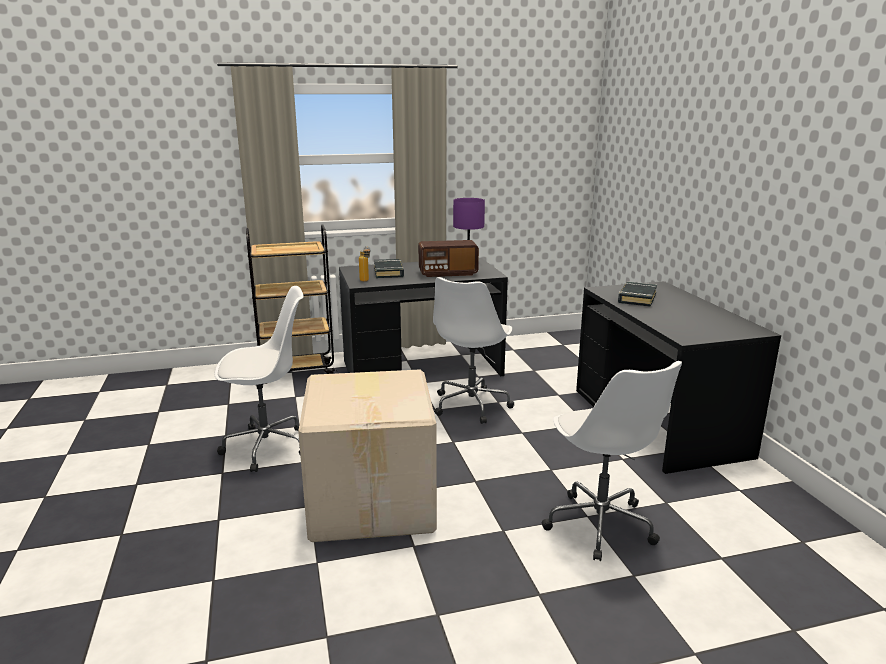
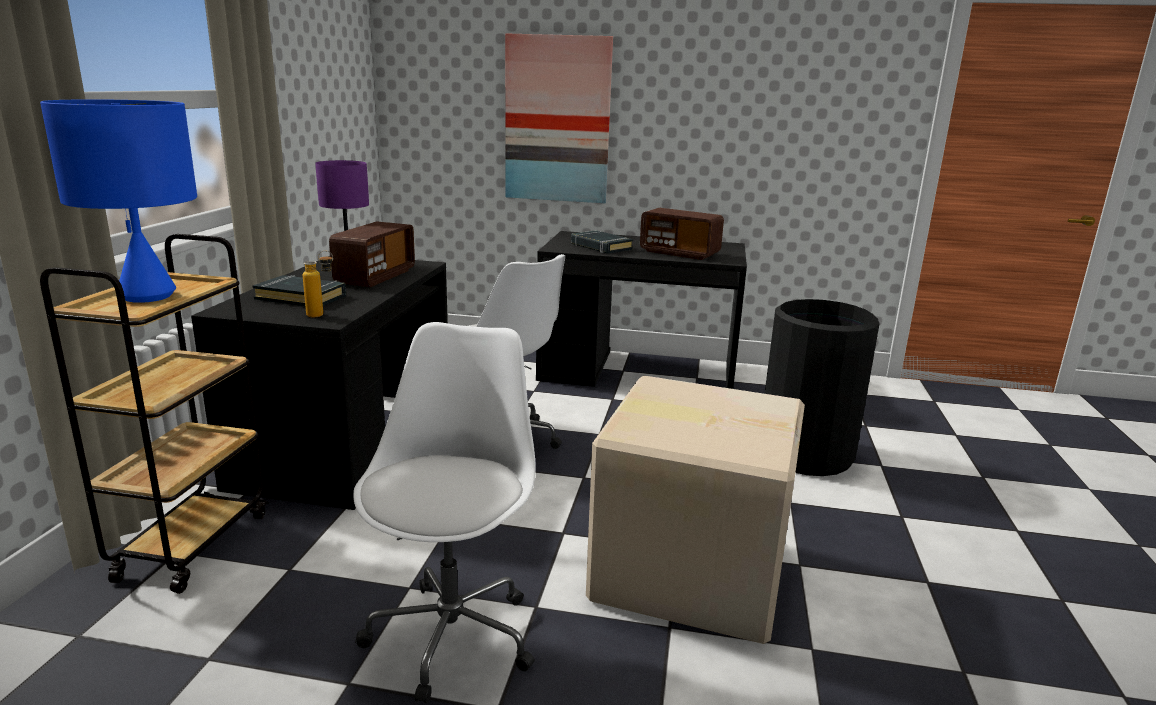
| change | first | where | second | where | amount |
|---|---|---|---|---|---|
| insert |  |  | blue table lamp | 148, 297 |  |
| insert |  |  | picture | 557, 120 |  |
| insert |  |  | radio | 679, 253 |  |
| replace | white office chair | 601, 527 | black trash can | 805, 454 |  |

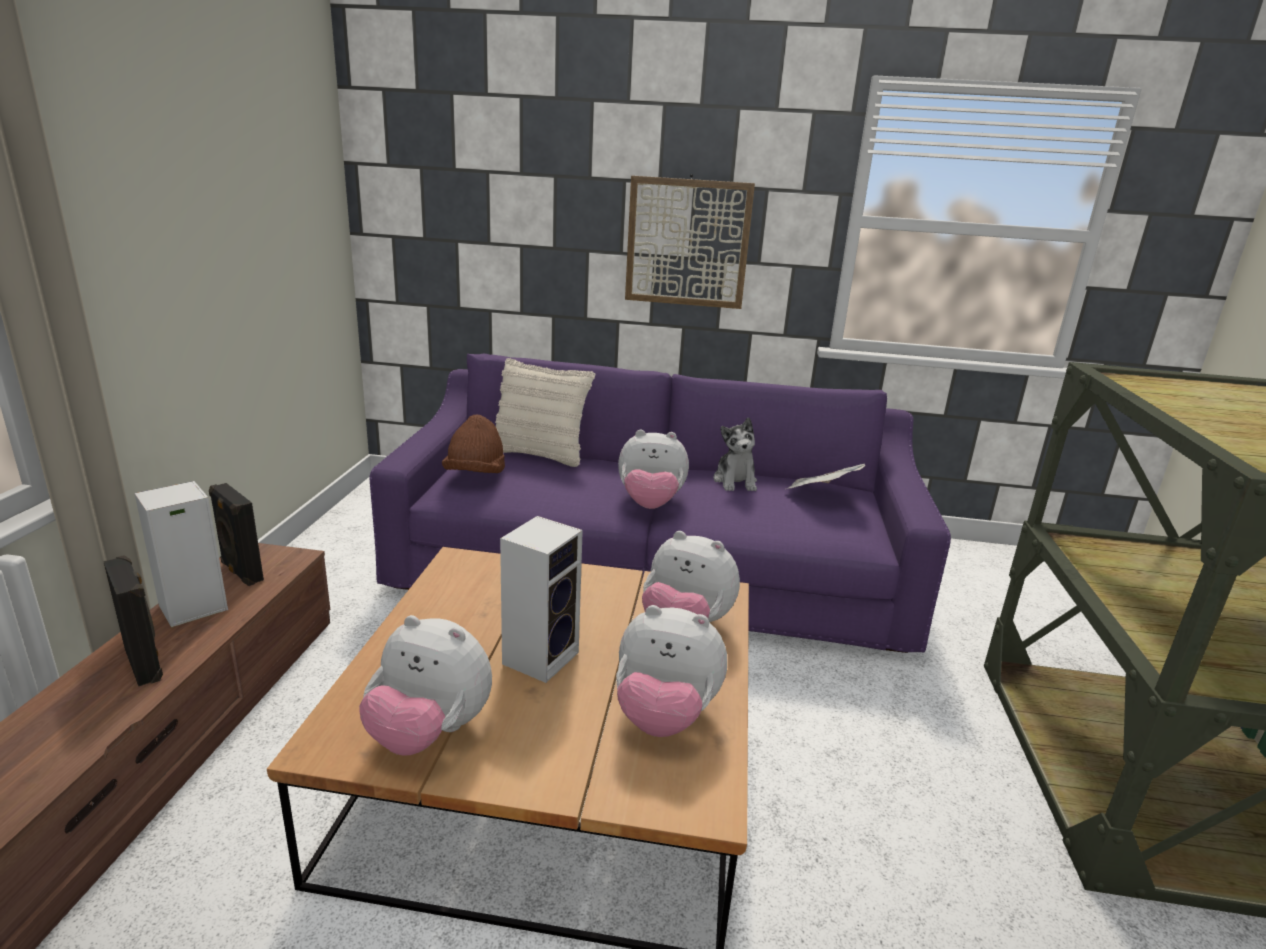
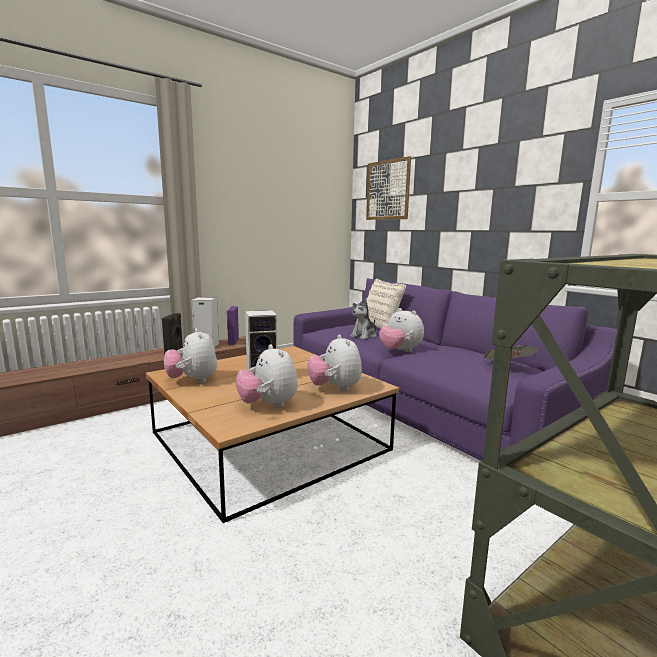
| change | first | where | second | where | amount |
|---|---|---|---|---|---|
| recolor | black speaker | 240, 572 | purple speaker | 233, 342 |  |
| move | plush toy | 735, 481 |  | 364, 336 |  |
| move | picture | 687, 241 |  | 388, 189 |  |
| delete | brown hat | 475, 475 |  |  |  |

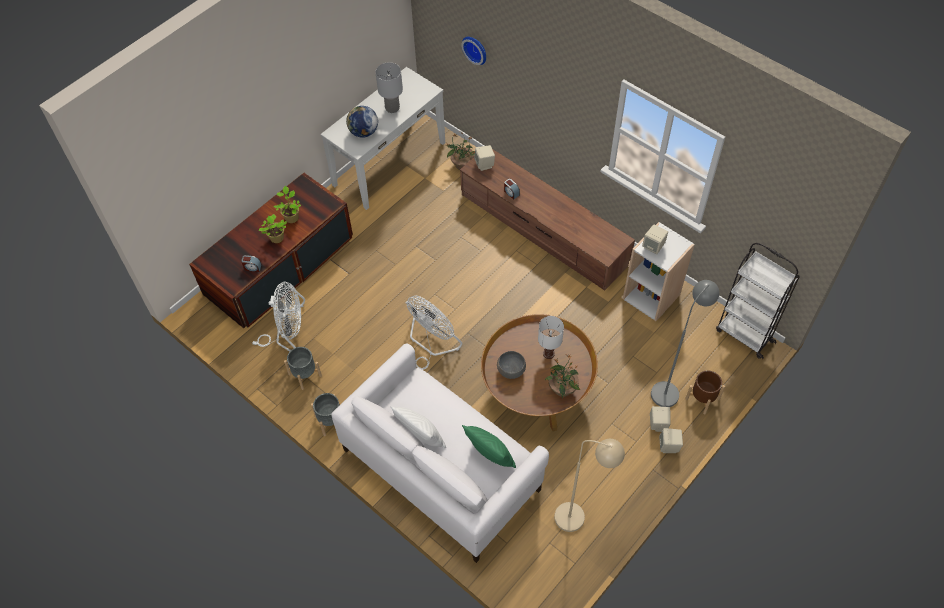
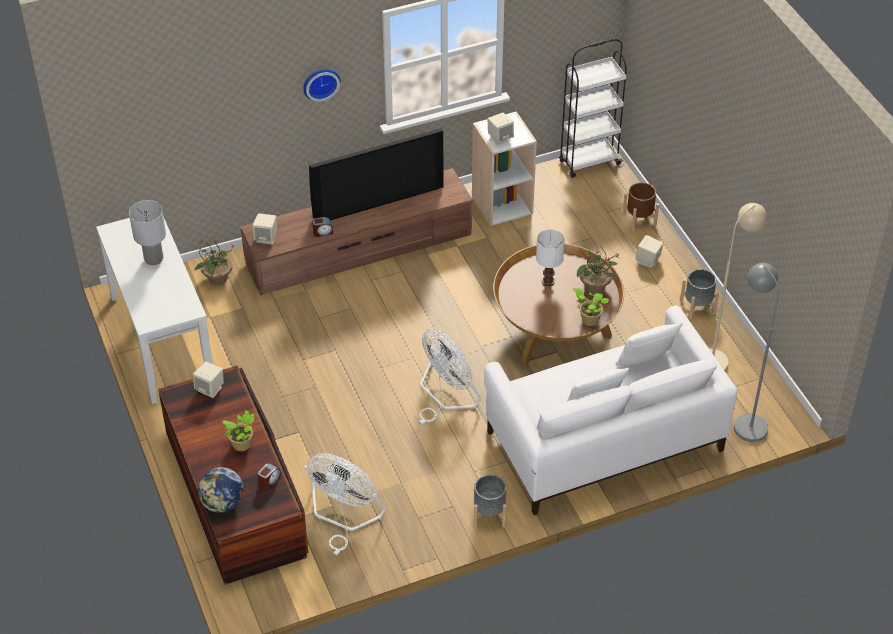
| change | first | where | second | where | amount |
|---|---|---|---|---|---|
| move | beige speaker | 669, 446 |  | 210, 389 |  |
| move | globe | 363, 132 |  | 222, 503 |  |
| move | wall clock | 476, 49 |  | 320, 82 |  |
| insert |  |  | television | 377, 200 |  |
| rotate | white fan | 429, 342 |  | 442, 394 | 75 degrees clockwise |
| move | potted plant | 291, 217 |  | 588, 320 |  |
| recolor | green pillow | 490, 456 | white pillow | 645, 362 |  |
| move | grey planter | 305, 375 |  | 697, 307 |  |
| move | grey floor lamp | 669, 389 |  | 745, 421 |  |
| delete | grey bowl | 511, 370 |  |  |  |

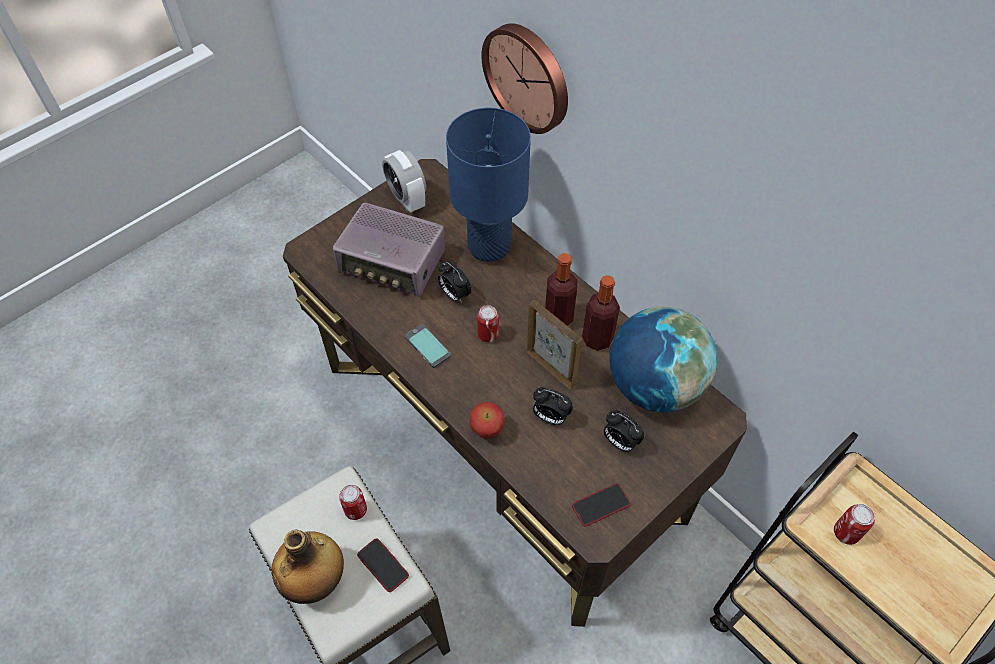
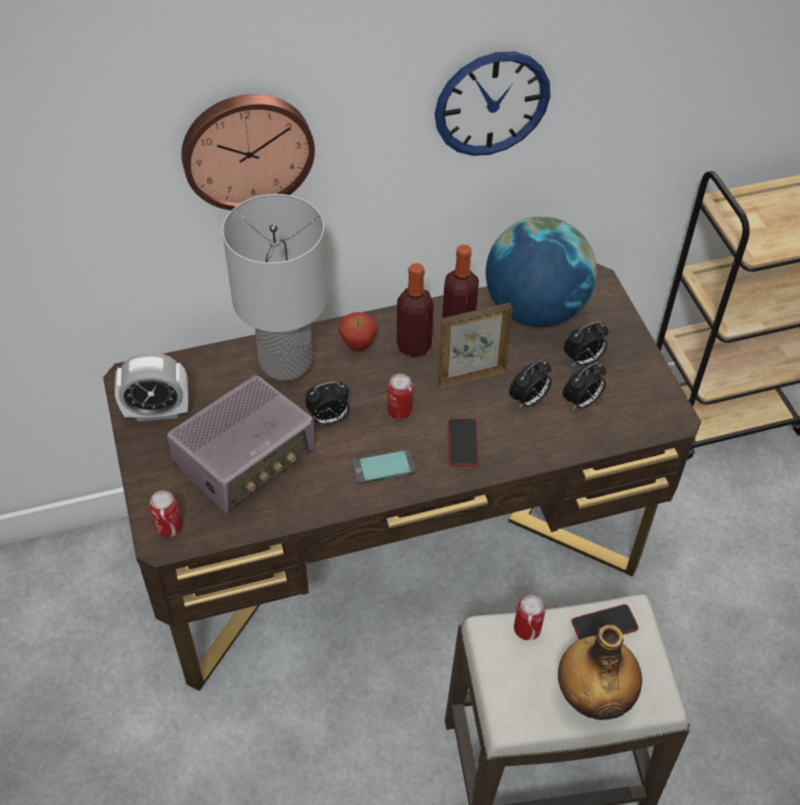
| change | first | where | second | where | amount |
|---|---|---|---|---|---|
| move | can | 846, 532 |  | 169, 527 |  |
| recolor | blue table lamp | 490, 249 | grey table lamp | 286, 365 |  |
| move | apple | 487, 431 |  | 358, 346 |  |
| insert |  |  | wall clock | 492, 103 |  |
| move | phone | 600, 505 |  | 462, 443 |  |
| insert |  |  | alarm clock | 581, 402 |  |

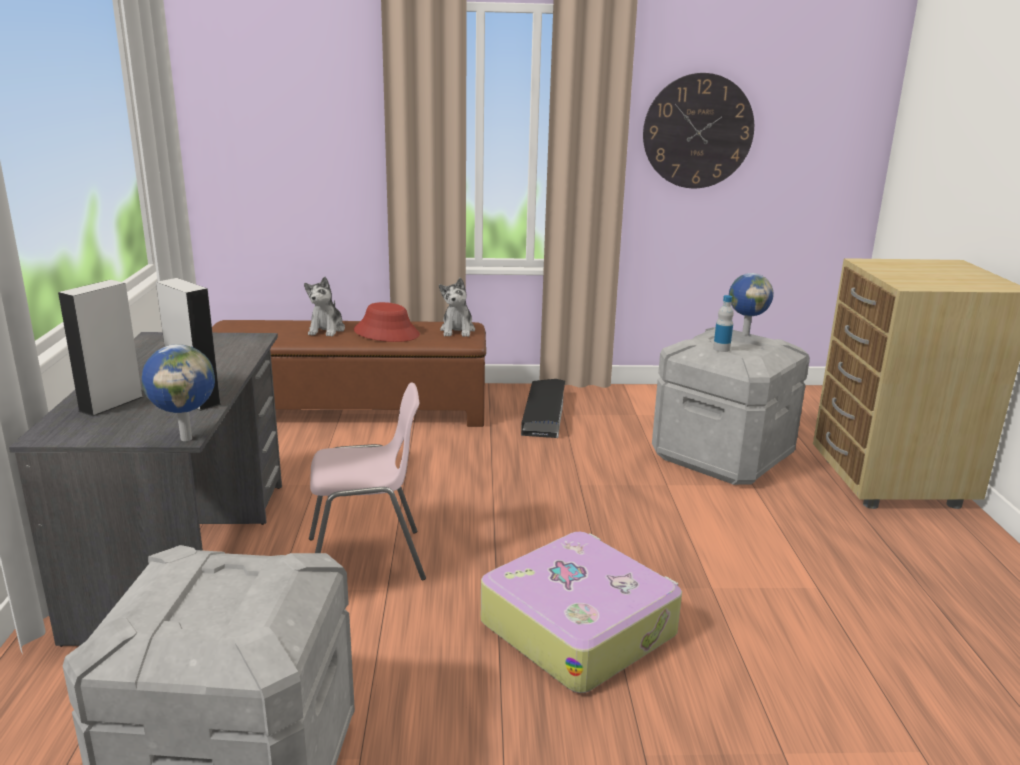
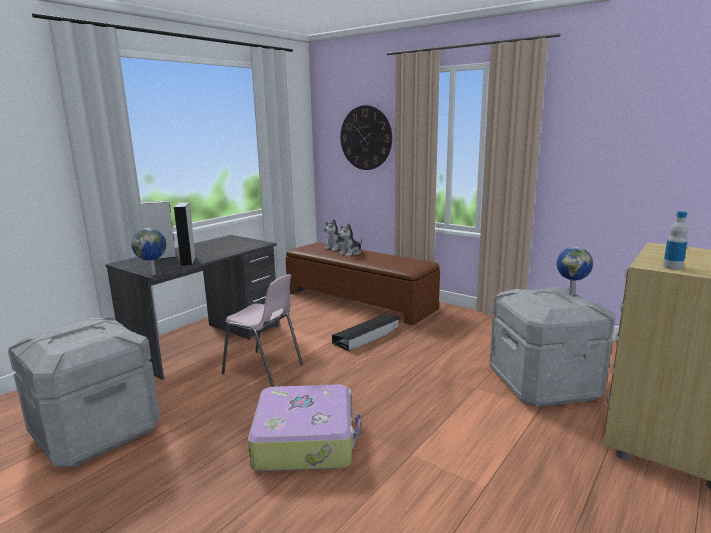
| change | first | where | second | where | amount |
|---|---|---|---|---|---|
| move | plush toy | 457, 330 |  | 335, 248 |  |
| move | black storage box | 544, 414 |  | 368, 336 |  |
| move | wall clock | 698, 131 |  | 366, 138 |  |
| move | bottle | 721, 349 |  | 672, 267 |  |
| delete | red hat | 386, 333 |  |  |  |

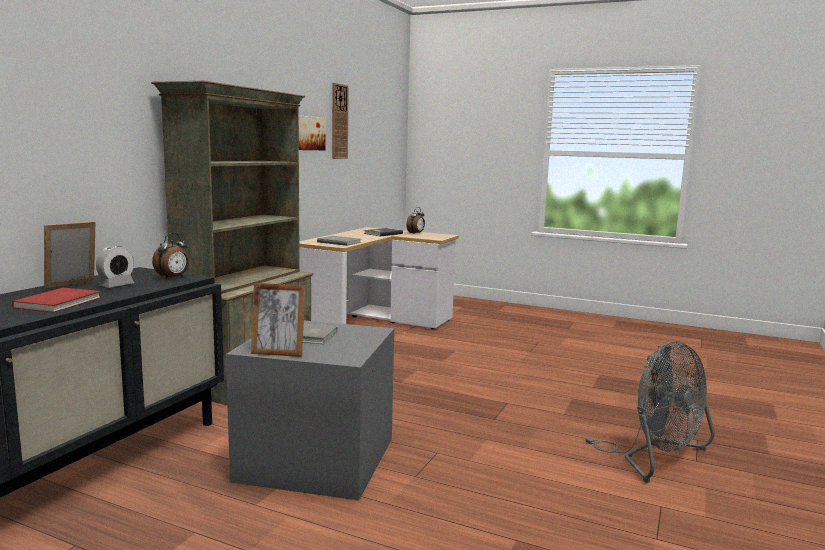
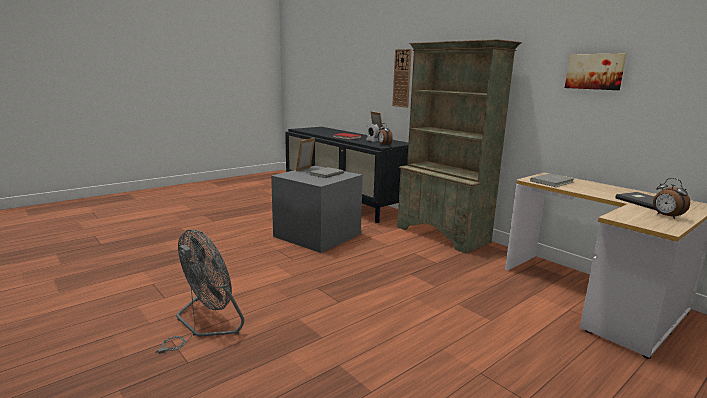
| change | first | where | second | where | amount |
|---|---|---|---|---|---|
| rotate | grey fan | 653, 457 |  | 200, 323 | 150 degrees clockwise |
| move | wall clock | 339, 121 |  | 402, 78 |  |

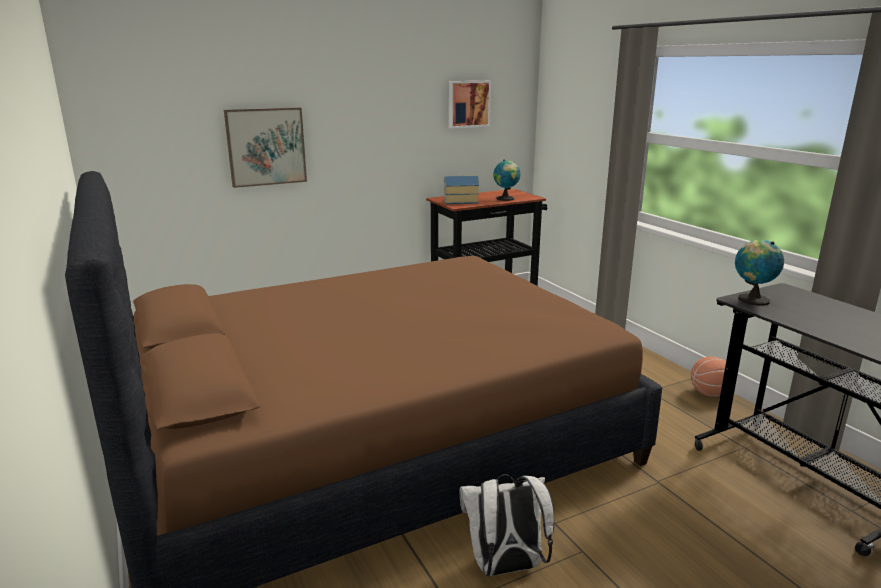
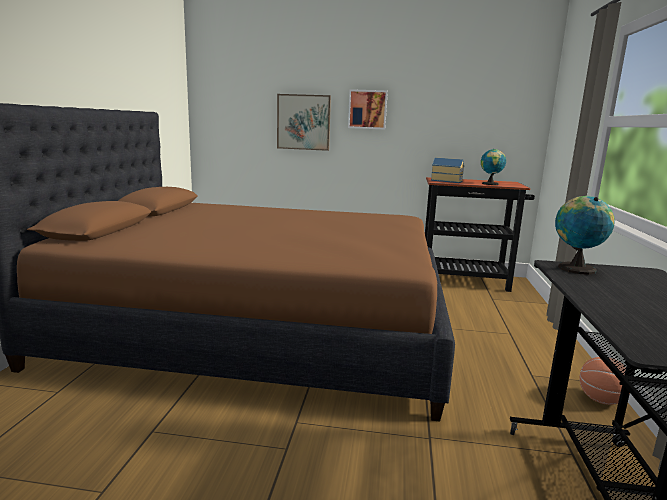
| change | first | where | second | where | amount |
|---|---|---|---|---|---|
| move | picture | 468, 104 |  | 367, 109 |  |
| delete | white backpack | 505, 567 |  |  |  |

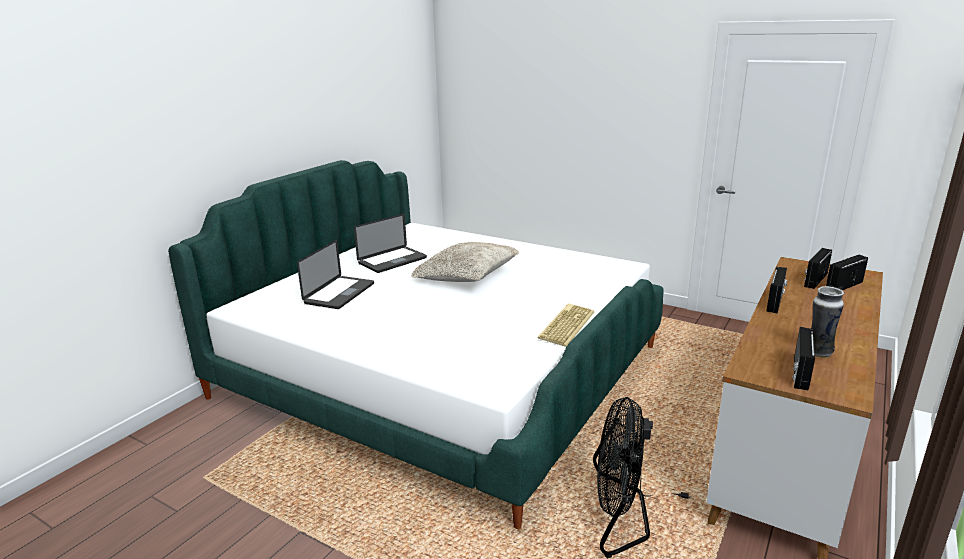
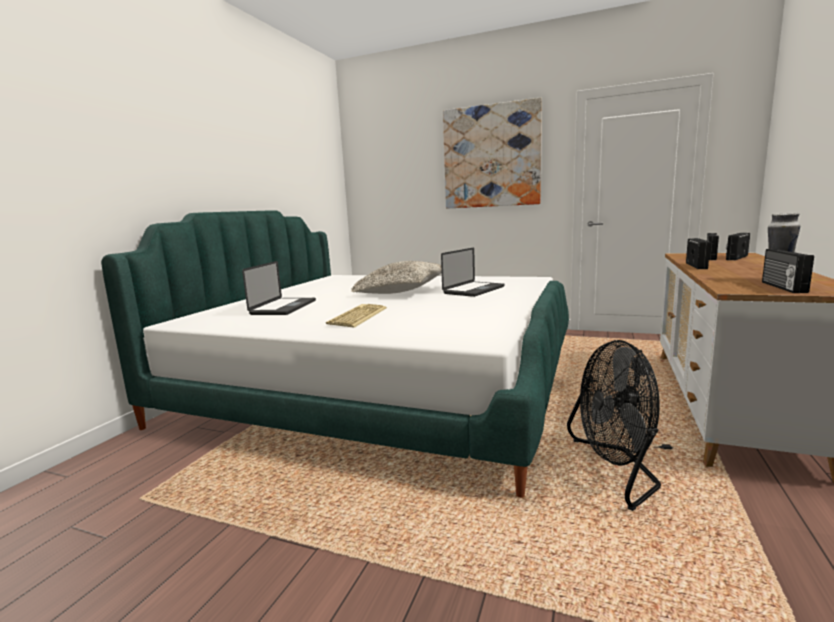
| change | first | where | second | where | amount |
|---|---|---|---|---|---|
| move | keyboard | 566, 325 |  | 357, 316 |  |
| move | laptop | 392, 261 |  | 474, 290 |  |
| insert |  |  | picture | 491, 156 |  |

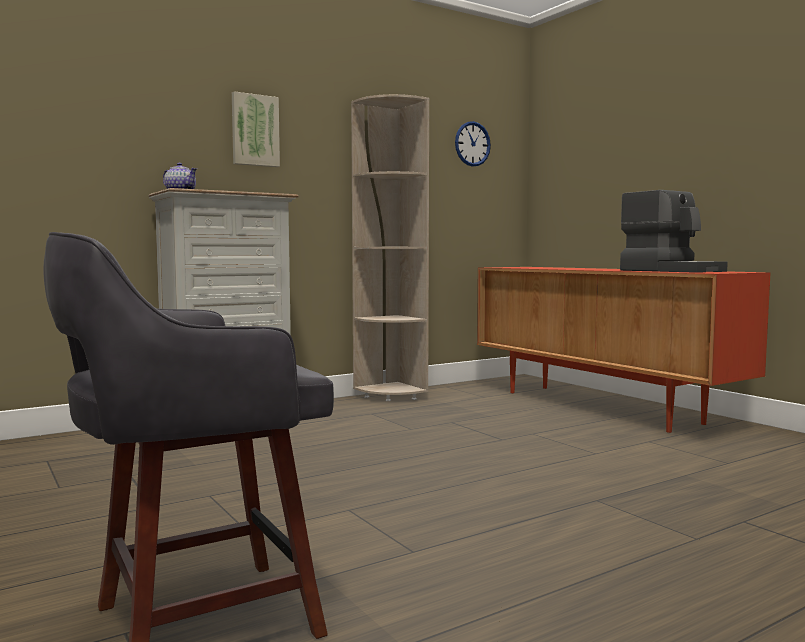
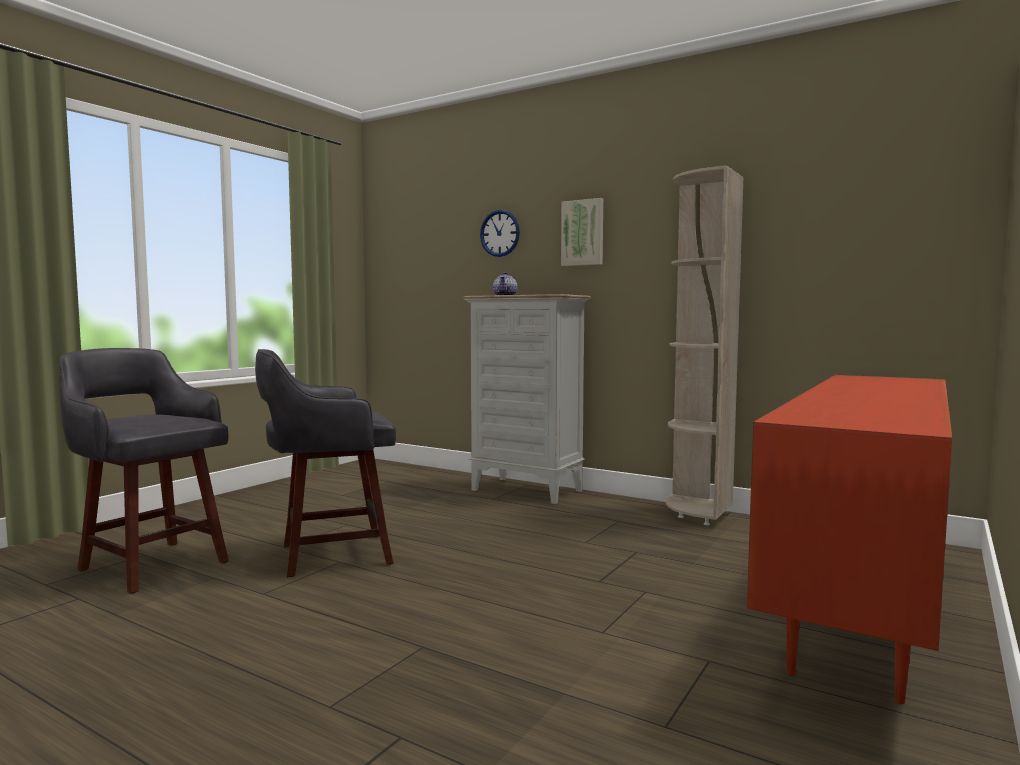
| change | first | where | second | where | amount |
|---|---|---|---|---|---|
| insert |  |  | grey stool | 329, 555 |  |
| move | wall clock | 472, 144 |  | 500, 233 |  |
| delete | coffee machine | 671, 271 |  |  |  |

